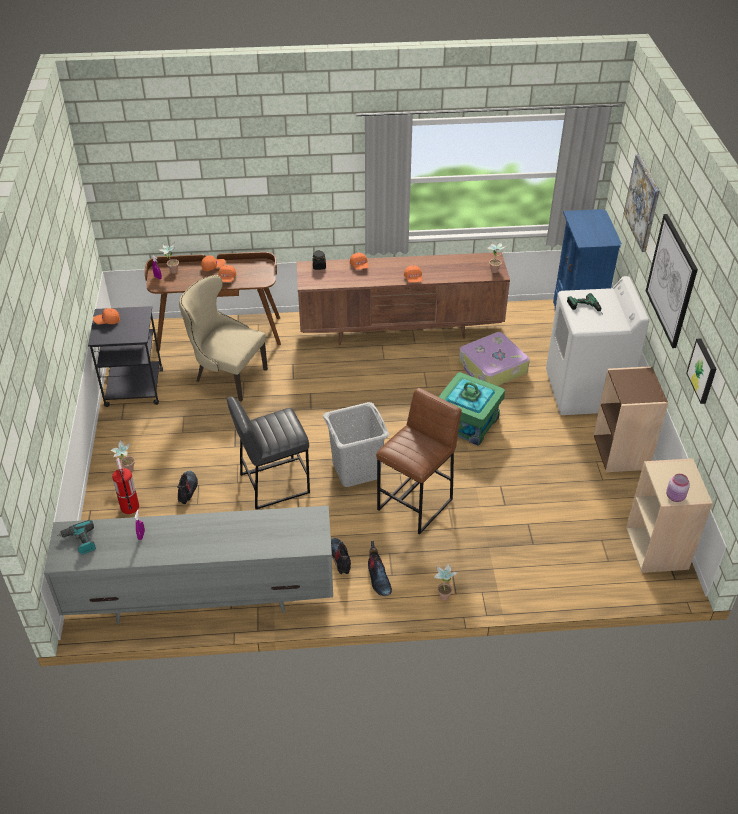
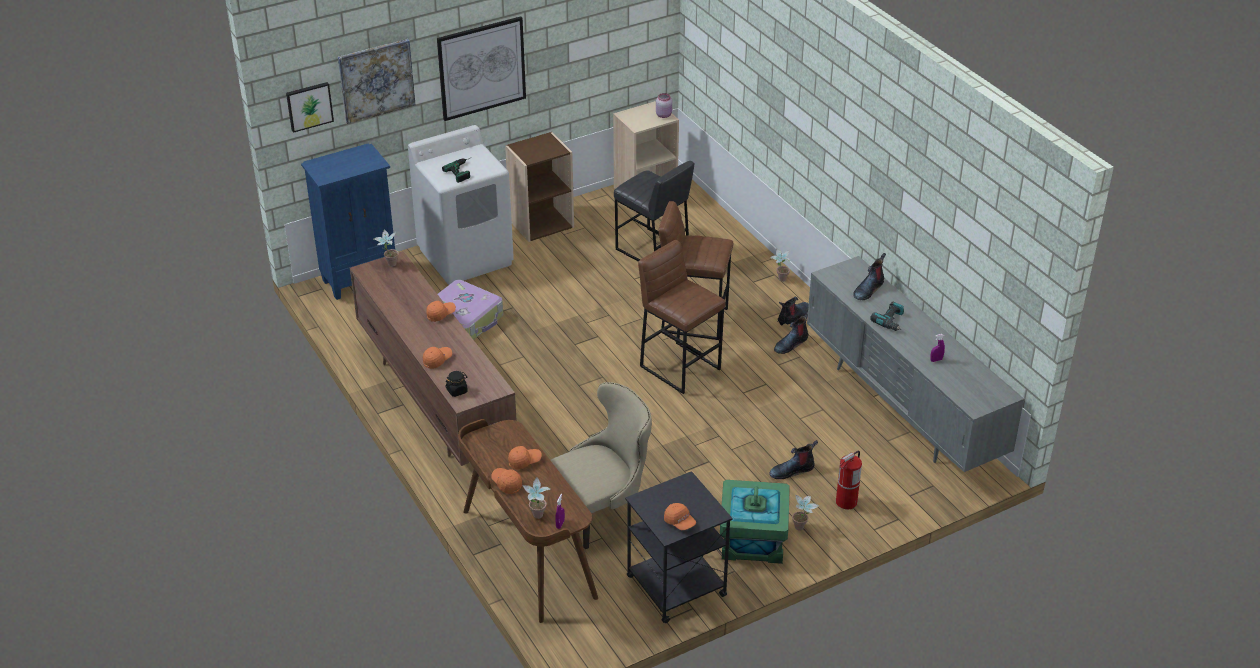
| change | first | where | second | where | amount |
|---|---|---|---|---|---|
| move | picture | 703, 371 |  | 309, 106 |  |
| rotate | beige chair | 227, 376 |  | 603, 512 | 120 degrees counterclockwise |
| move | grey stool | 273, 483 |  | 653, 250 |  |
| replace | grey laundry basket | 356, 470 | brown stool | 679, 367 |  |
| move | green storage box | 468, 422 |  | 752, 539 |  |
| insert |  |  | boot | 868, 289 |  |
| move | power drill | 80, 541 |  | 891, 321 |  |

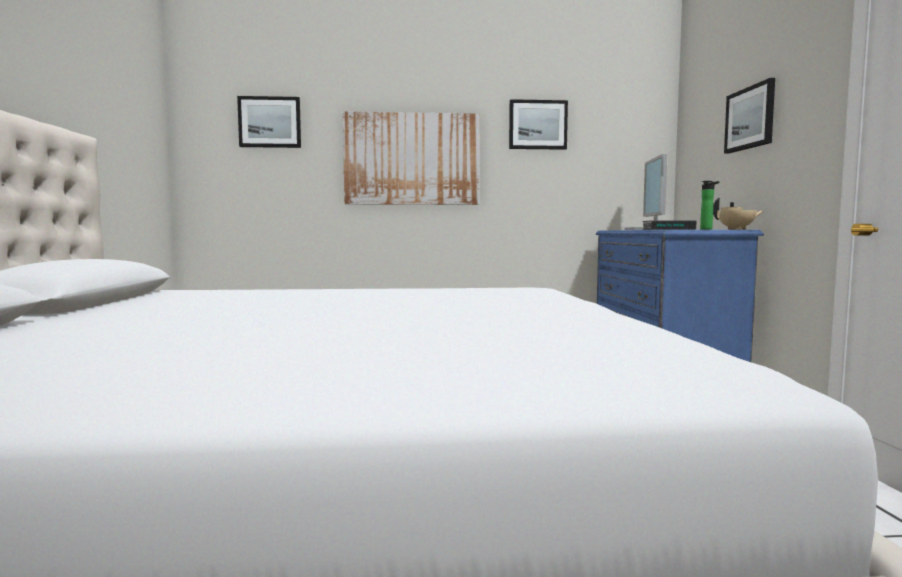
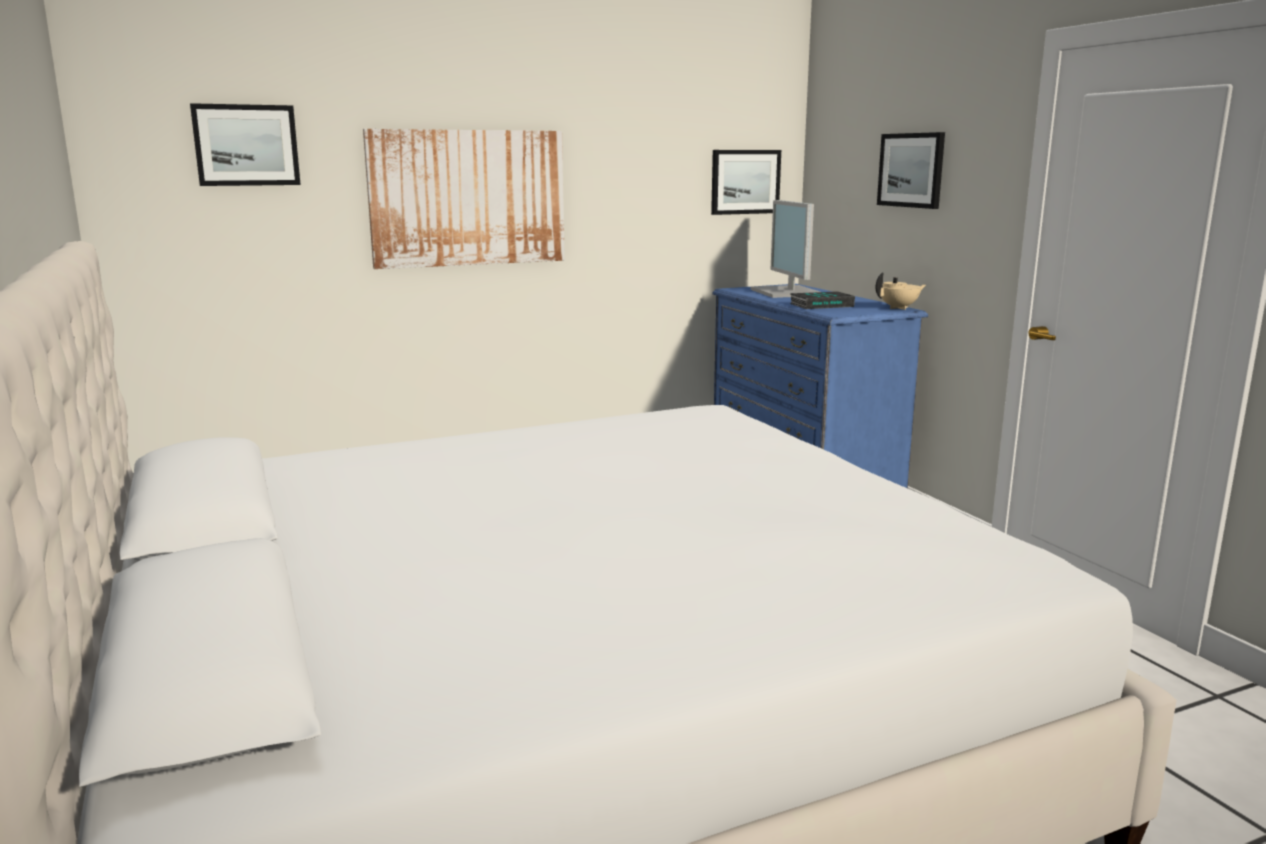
| change | first | where | second | where | amount |
|---|---|---|---|---|---|
| move | picture | 537, 125 |  | 745, 182 |  |
| delete | bottle | 708, 229 |  |  |  |

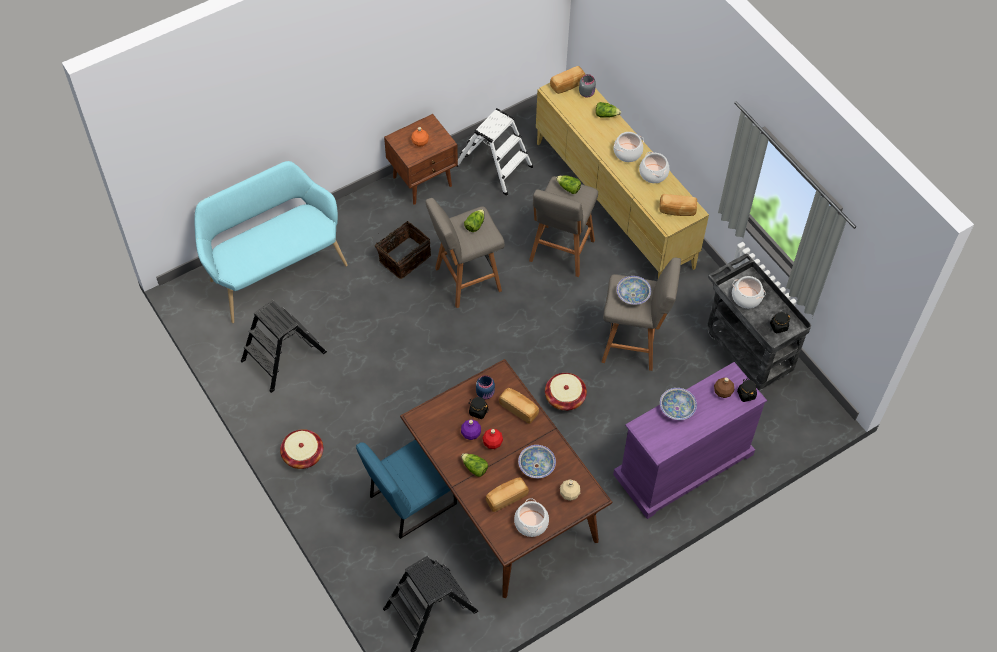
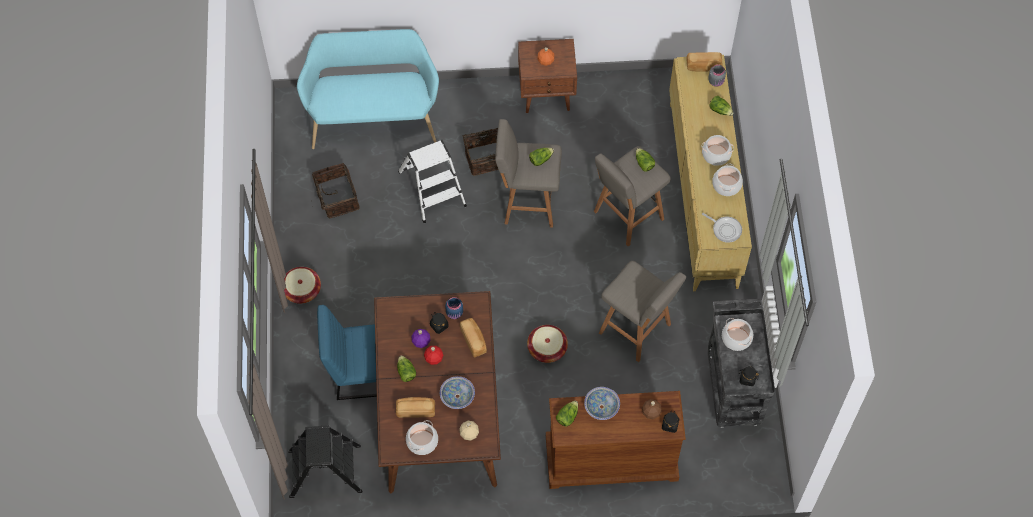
| change | first | where | second | where | amount |
|---|---|---|---|---|---|
| replace | black step ladder | 283, 356 | basket | 336, 198 |  |
| move | white step ladder | 493, 165 |  | 432, 188 |  |
| recolor | purple dresser | 683, 466 | brown dresser | 610, 459 |  |
| insert |  |  | lettuce | 567, 416 |  |
| replace | bread | 677, 210 | frying pan | 725, 229 |  |
| delete | bowl | 633, 295 |  |  |  |

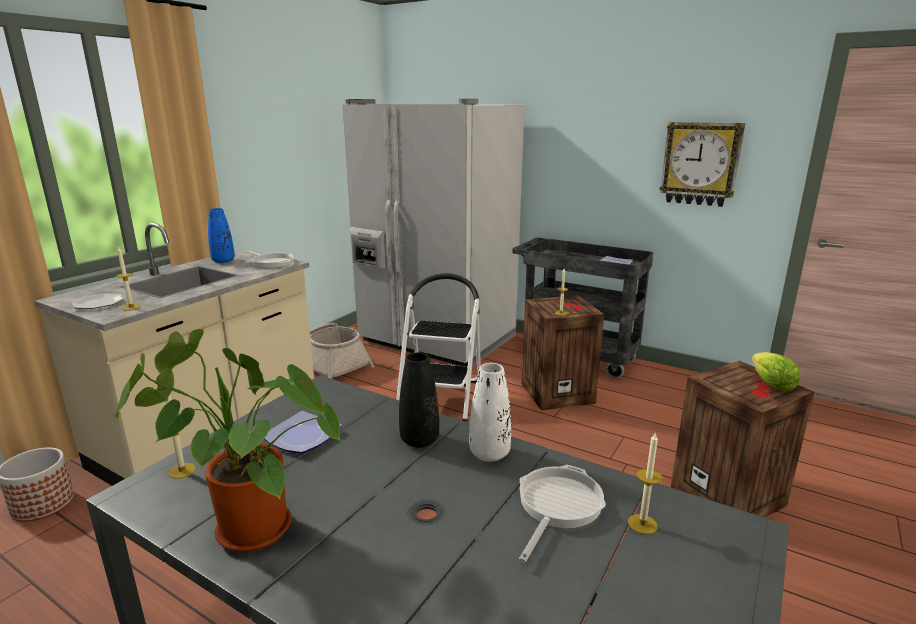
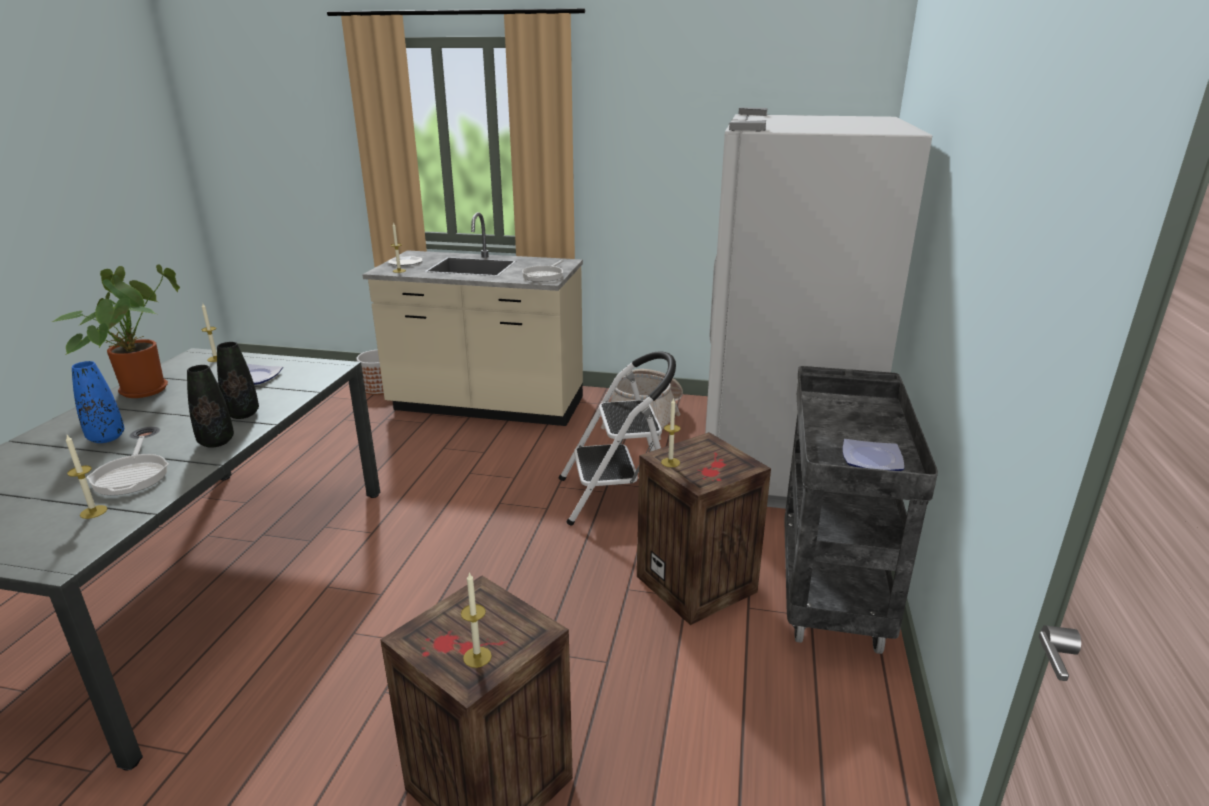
| change | first | where | second | where | amount |
|---|---|---|---|---|---|
| move | blue vase | 223, 261 |  | 106, 438 |  |
| rotate | frying pan | 557, 506 |  | 132, 476 | 60 degrees clockwise |
| recolor | white vase | 489, 453 | black vase | 216, 442 |  |
| replace | lettuce | 771, 385 | candle | 477, 657 |  |
| delete | wall clock | 700, 164 |  |  |  |

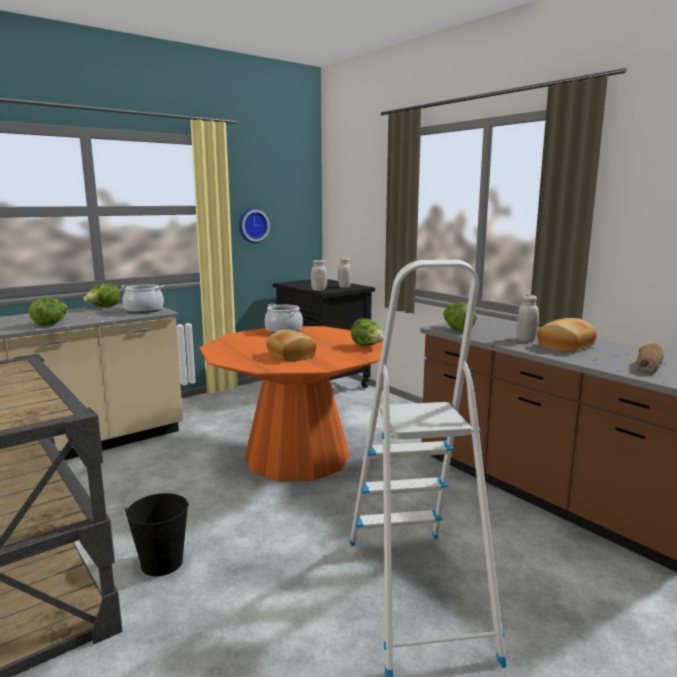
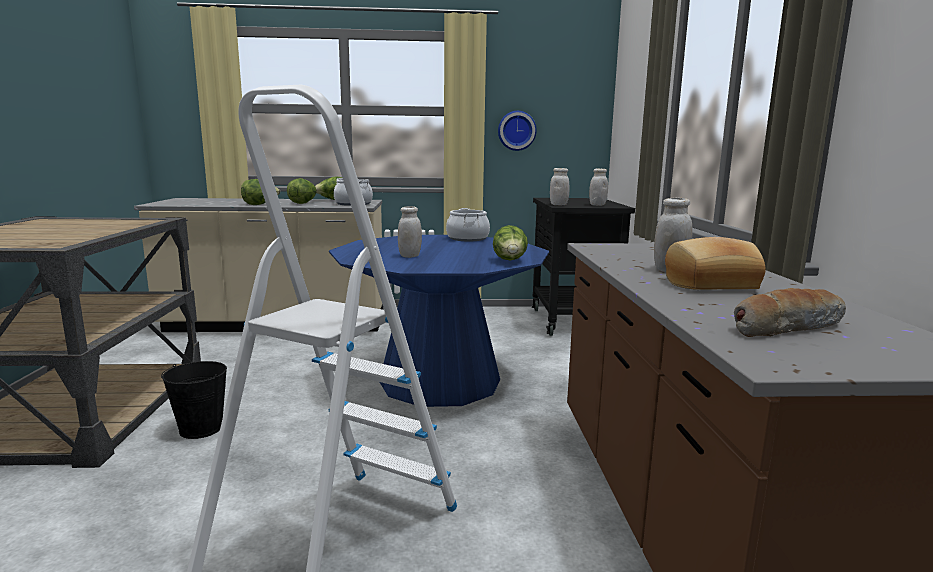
| change | first | where | second | where | amount |
|---|---|---|---|---|---|
| move | lettuce | 457, 330 |  | 303, 203 |  |
| recolor | orange dining table | 297, 456 | blue dining table | 440, 380 |  |
| replace | bread | 290, 355 | white jar | 410, 256 |  |

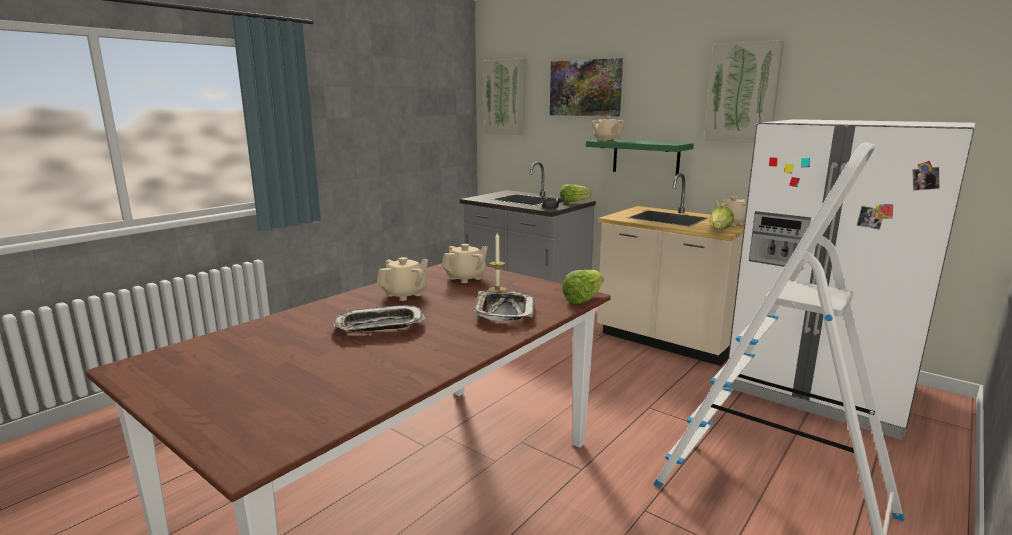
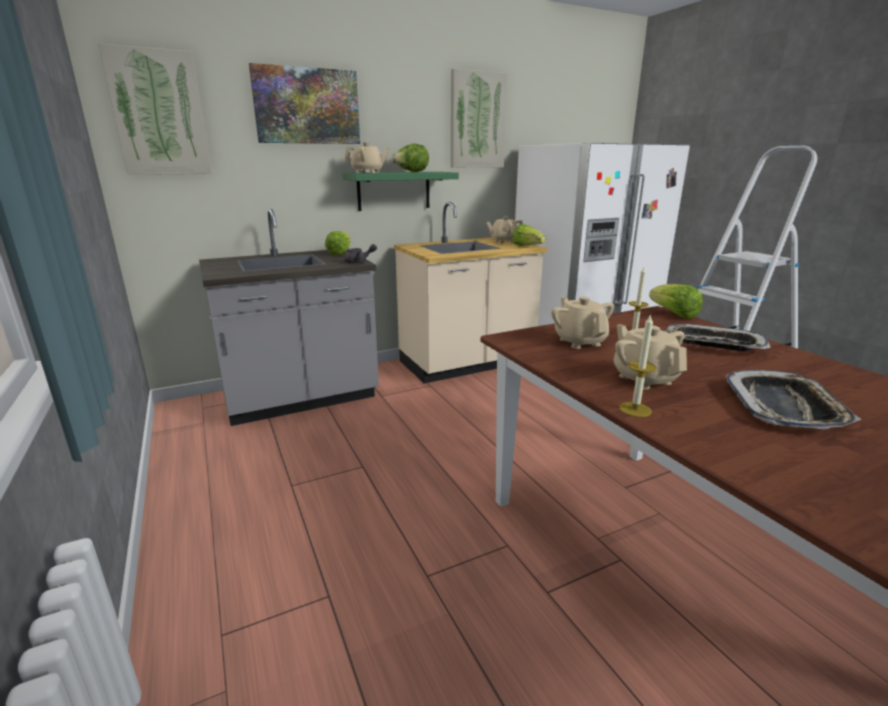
| change | first | where | second | where | amount |
|---|---|---|---|---|---|
| insert |  |  | lettuce | 411, 172 |  |
| insert |  |  | candle | 635, 409 |  |

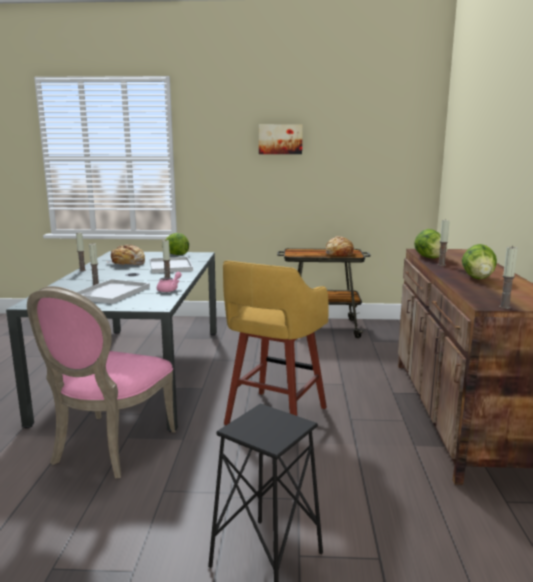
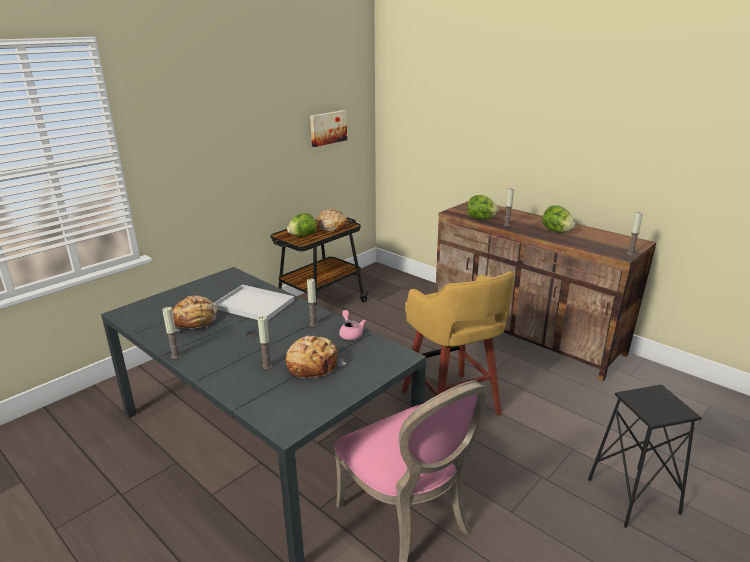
| change | first | where | second | where | amount |
|---|---|---|---|---|---|
| replace | white tray | 112, 292 | bread | 313, 365 |  |
| move | lettuce | 176, 255 |  | 302, 236 |  |
| move | picture | 280, 139 |  | 327, 128 |  |

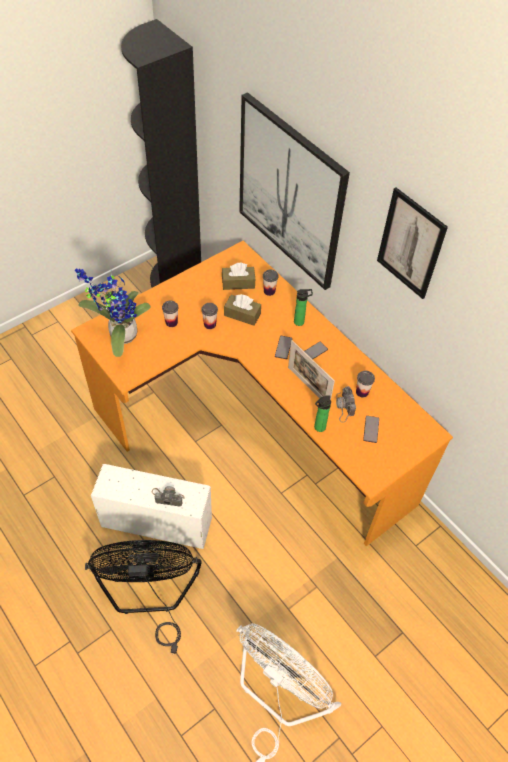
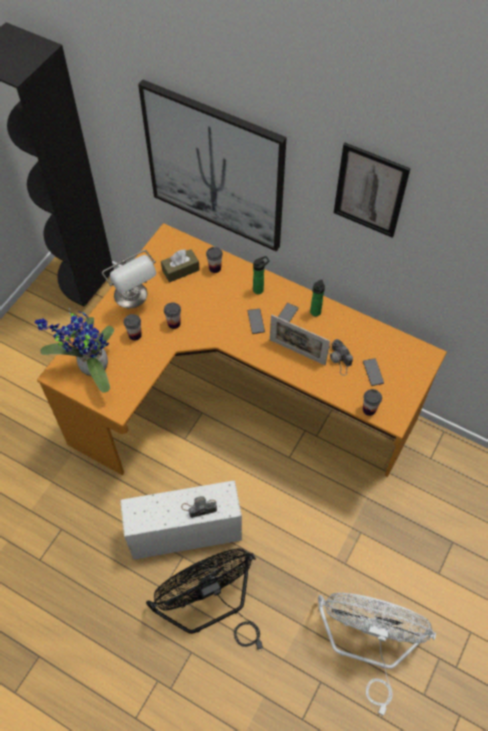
| change | first | where | second | where | amount |
|---|---|---|---|---|---|
| insert |  |  | white table lamp | 135, 299 |  |
| move | bottle | 318, 428 |  | 314, 313 |  |
| move | cup | 362, 392 |  | 369, 409 |  |
| delete | brown tissue box | 242, 314 |  |  |  |

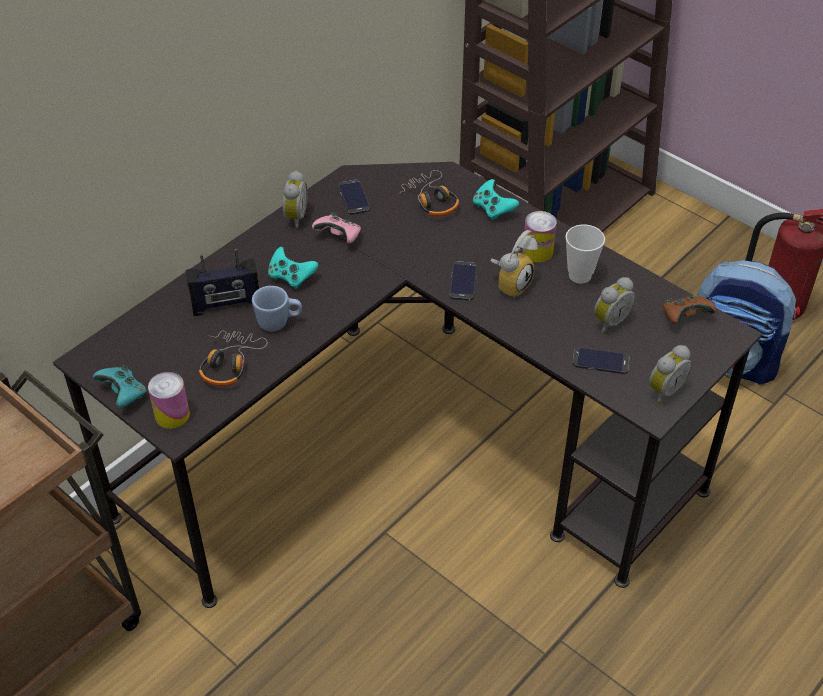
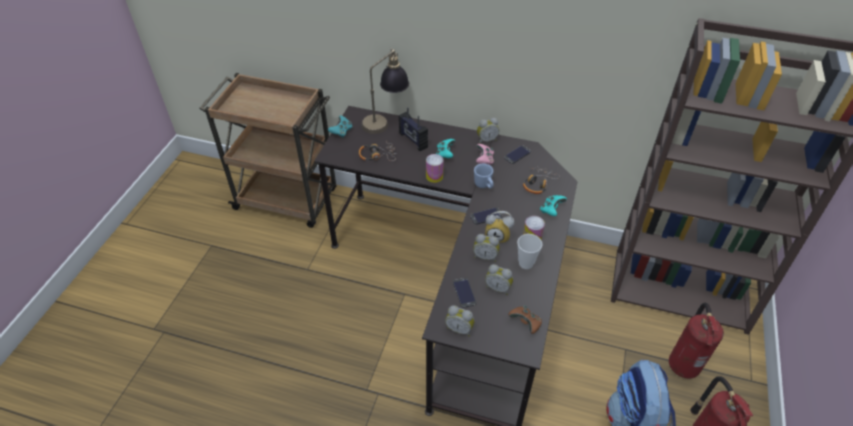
| change | first | where | second | where | amount |
|---|---|---|---|---|---|
| insert |  |  | table lamp | 385, 121 |  |
| move | can | 172, 415 |  | 434, 176 |  |
| insert |  |  | alarm clock | 485, 256 |  |
| move | blue mug | 279, 322 |  | 484, 185 |  |
| insert |  |  | fire extinguisher | 683, 364 |  |

